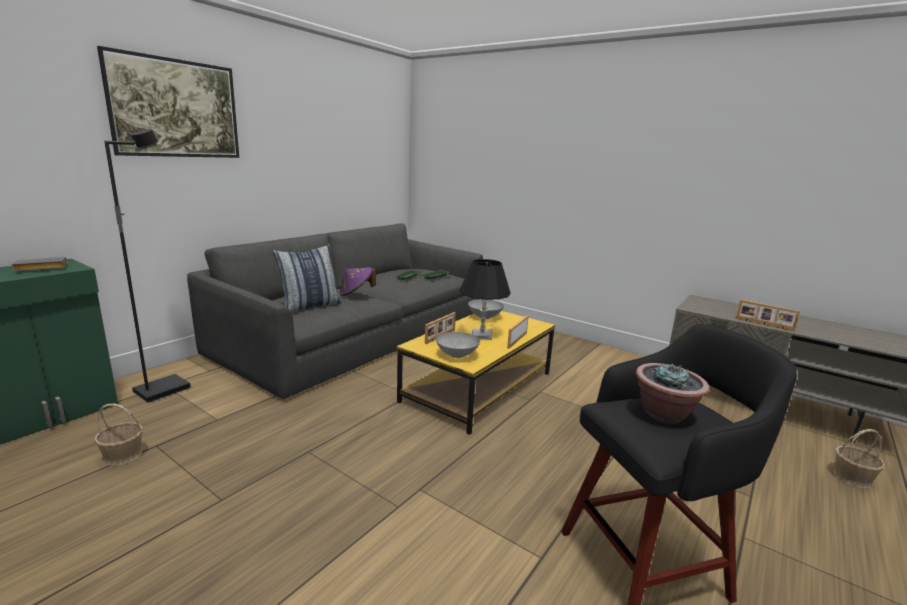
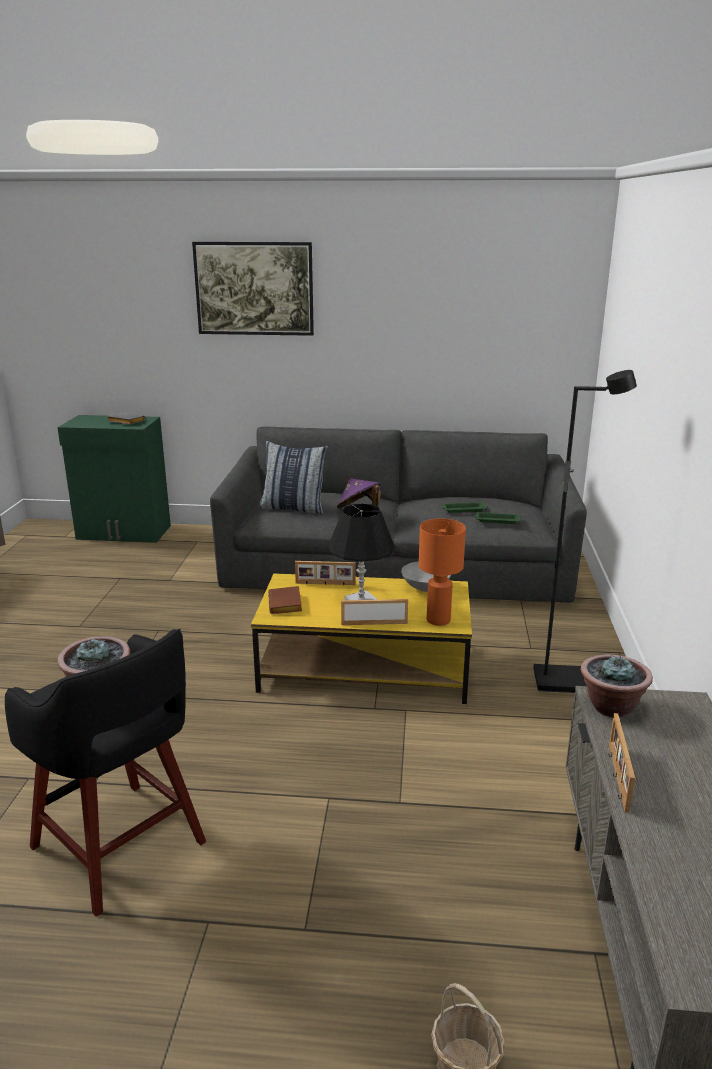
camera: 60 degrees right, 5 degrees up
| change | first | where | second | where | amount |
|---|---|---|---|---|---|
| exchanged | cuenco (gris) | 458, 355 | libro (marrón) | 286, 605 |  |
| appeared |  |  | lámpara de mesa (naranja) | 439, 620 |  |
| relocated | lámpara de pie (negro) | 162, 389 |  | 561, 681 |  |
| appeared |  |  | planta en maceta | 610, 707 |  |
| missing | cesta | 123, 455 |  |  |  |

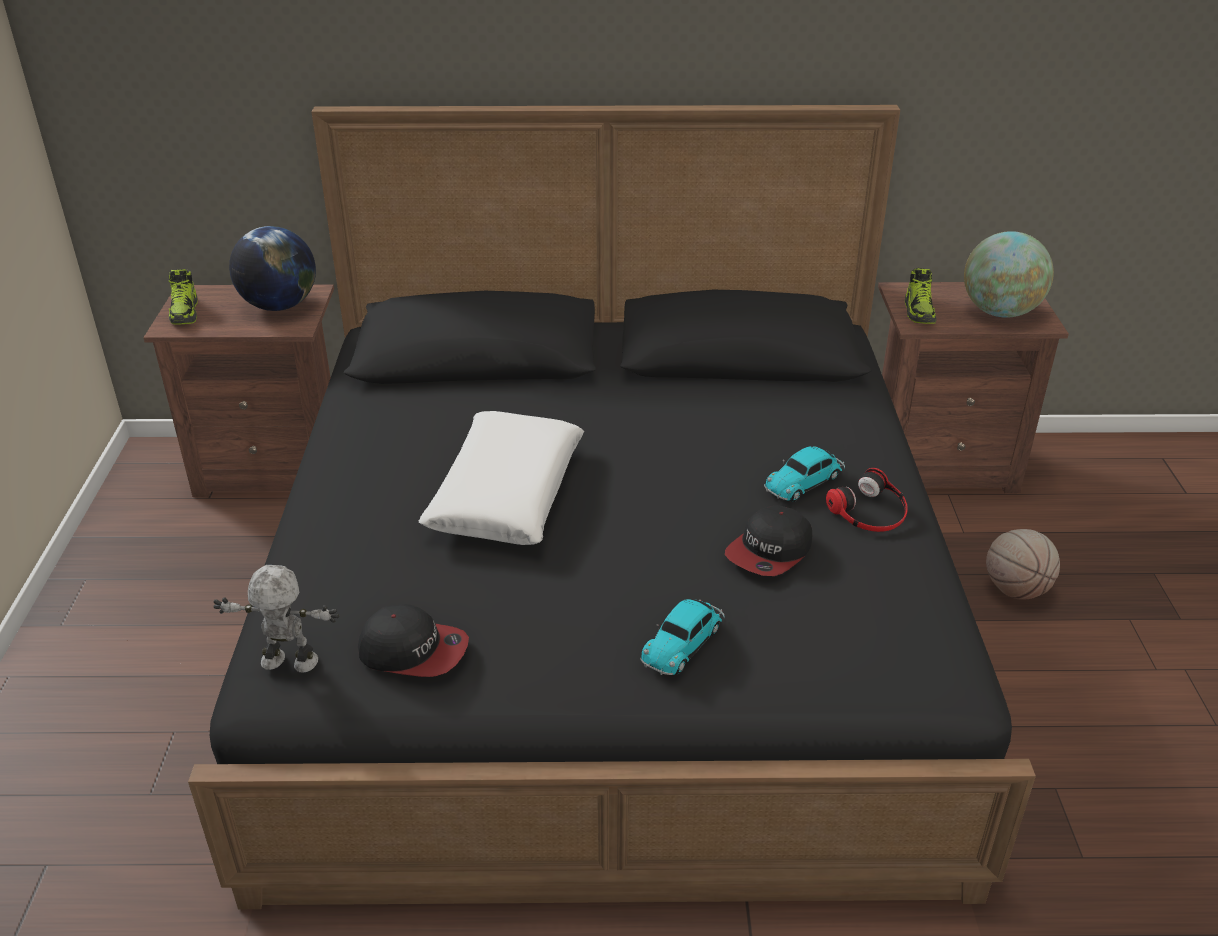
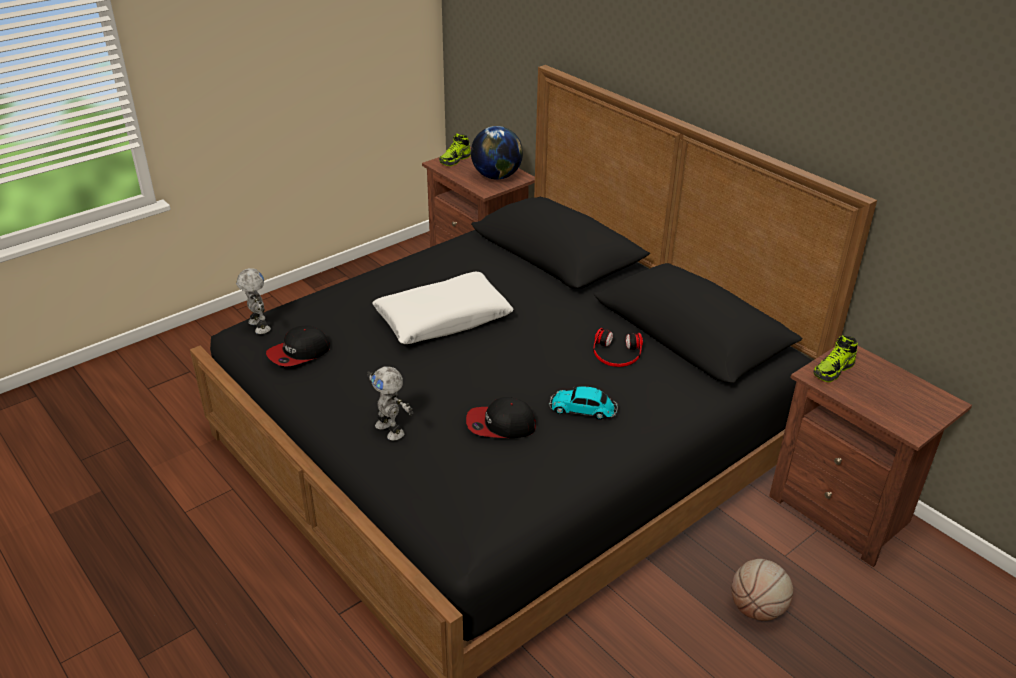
camera: 50 degrees right, 0 degrees up
| change | first | where | second | where | amount |
|---|---|---|---|---|---|
| spun | gorra | 414, 651 |  | 299, 353 | 75 degrees clockwise |
| exchanged | coche de juguete | 683, 642 | robot de juguete | 391, 429 |  |
| relocated | auriculares | 870, 511 |  | 616, 353 |  |
| missing | globo terráqueo | 999, 312 |  |  |  |

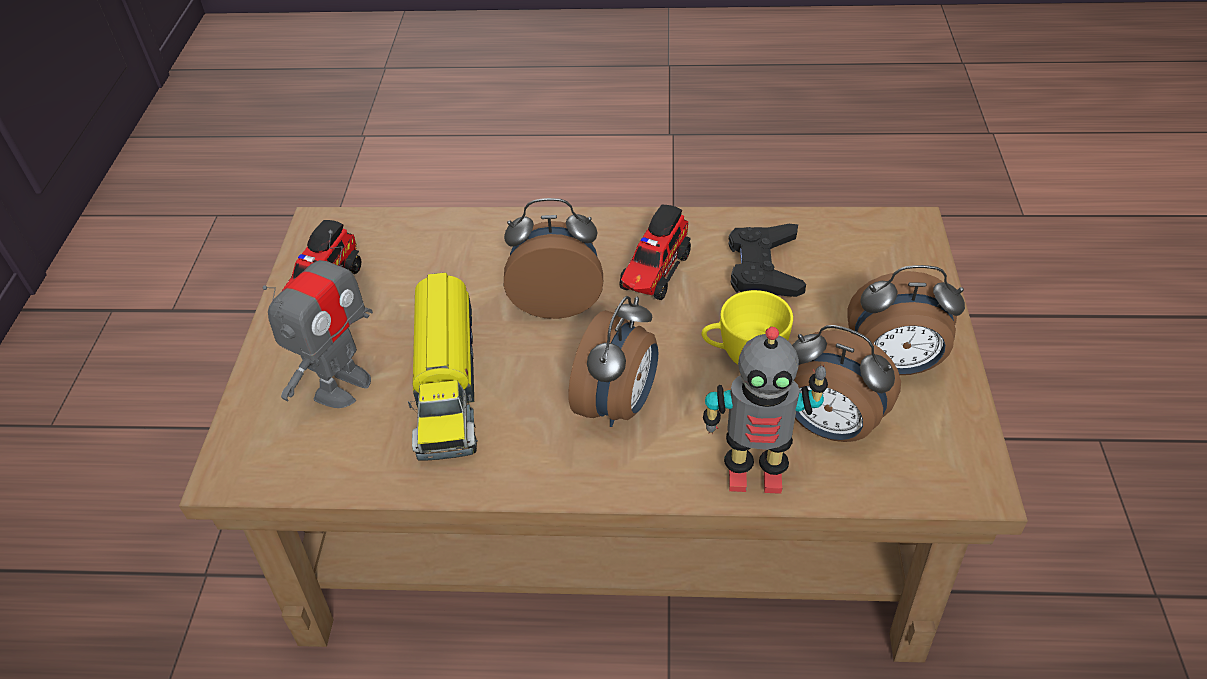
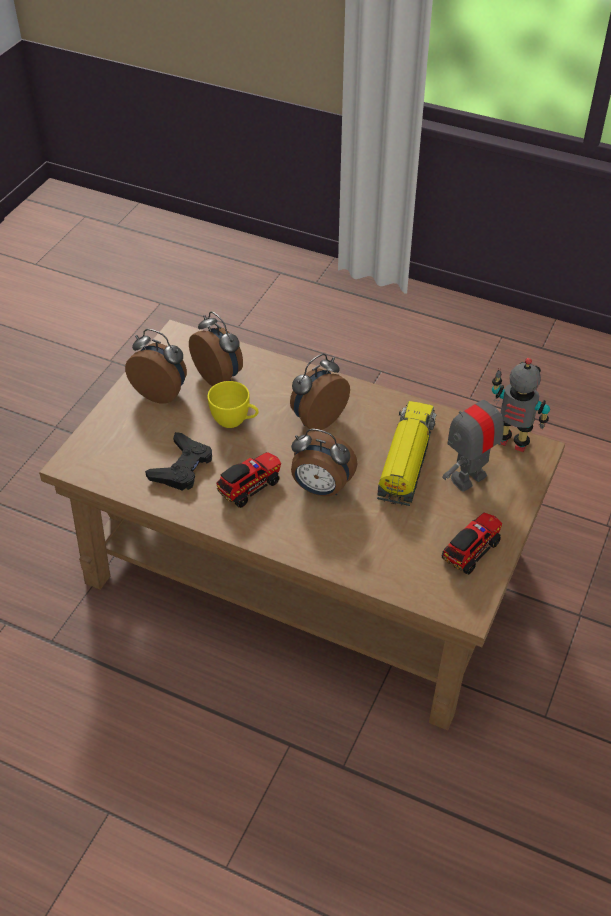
camera: 160 degrees left, 0 degrees up
| change | first | where | second | where | amount |
|---|---|---|---|---|---|
| relocated | robot de juguete | 754, 474 |  | 511, 443 |  |

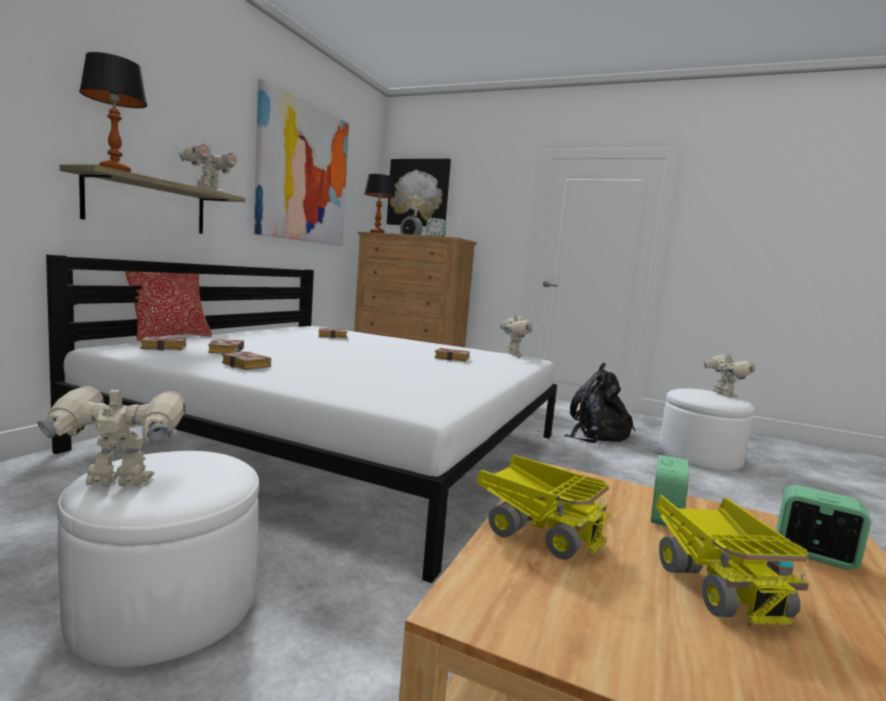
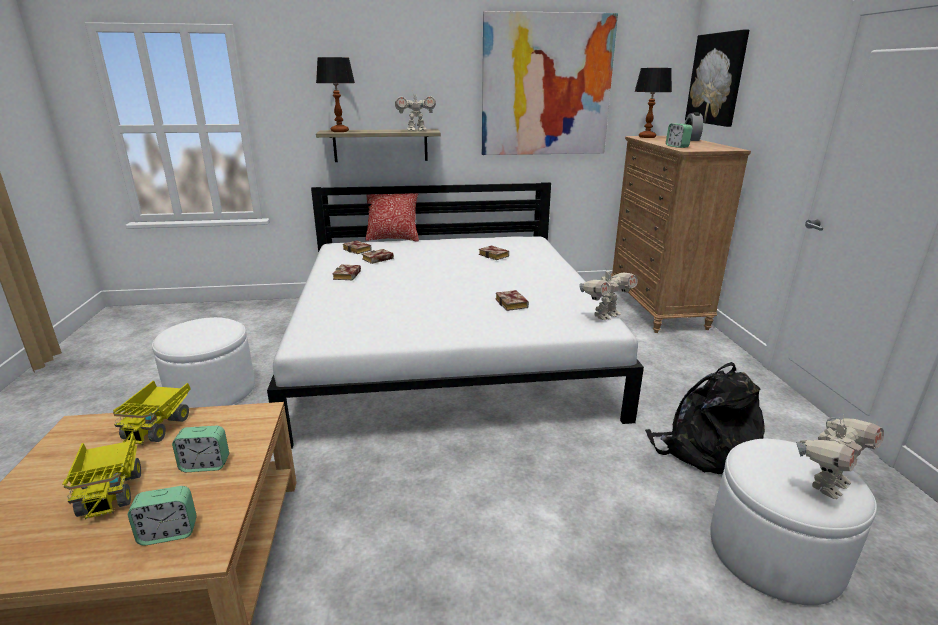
camera: 60 degrees right, 15 degrees up
| change | first | where | second | where | amount |
|---|---|---|---|---|---|
| spun | camión de juguete | 718, 585 |  | 111, 490 | 75 degrees counterclockwise |
| spun | despertador | 814, 555 |  | 168, 533 | 75 degrees clockwise |
| missing | robot de juguete | 118, 483 |  |  |  |

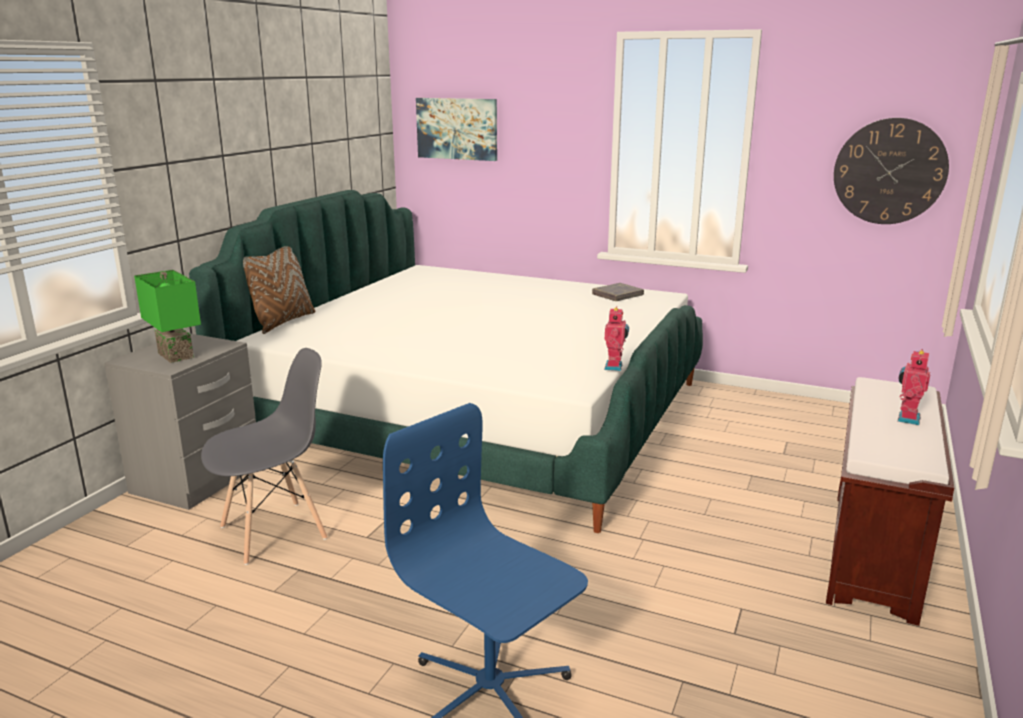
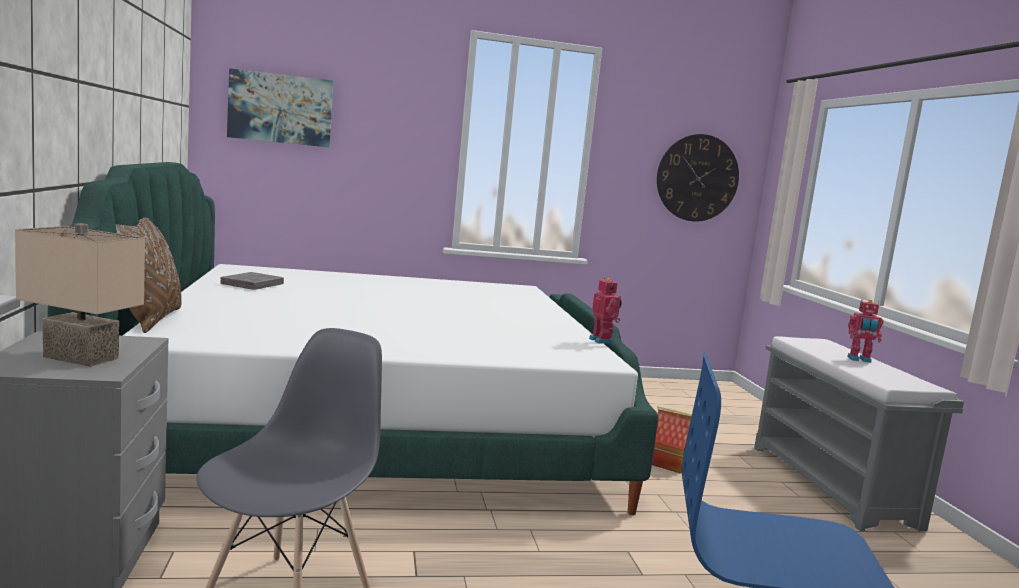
camera: 35 degrees left, 10 degrees down
| change | first | where | second | where | amount |
|---|---|---|---|---|---|
| colour | lámpara de mesa (verde) | 173, 356 | lámpara de mesa (beis) | 77, 358 |  |
| relocated | libro (gris) | 617, 295 |  | 252, 285 |  |
| appeared |  |  | casita | 669, 464 |  |
| colour | banco (marrón) | 874, 554 | banco (gris) | 833, 485 |  |
| spun | robot de juguete | 906, 418 |  | 859, 360 | 75 degrees counterclockwise |

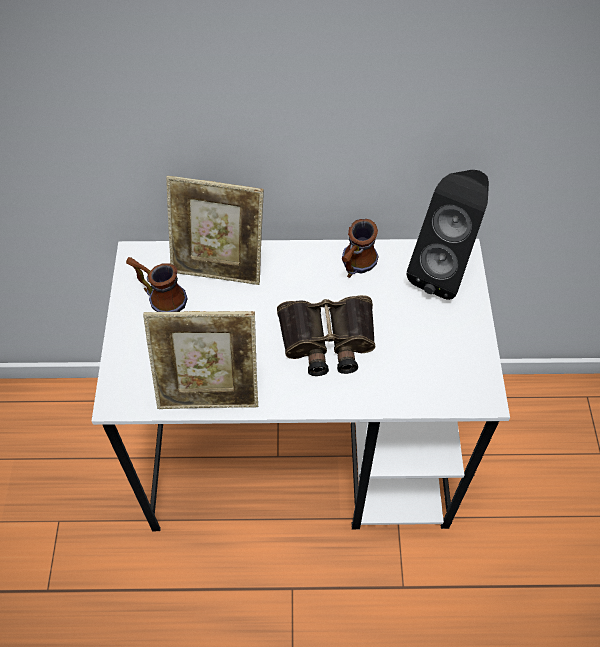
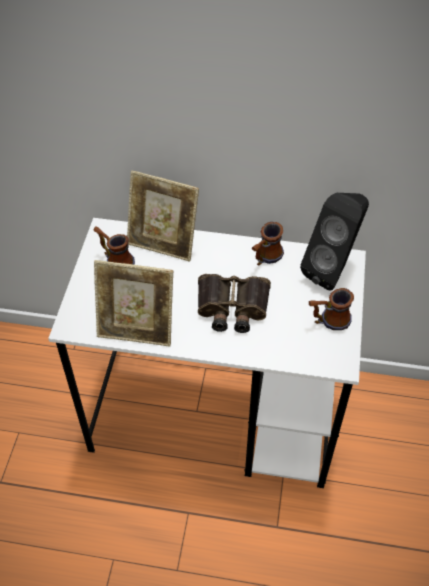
camera: 10 degrees right, 5 degrees down
| change | first | where | second | where | amount |
|---|---|---|---|---|---|
| appeared |  |  | taza grande | 328, 321 |  |

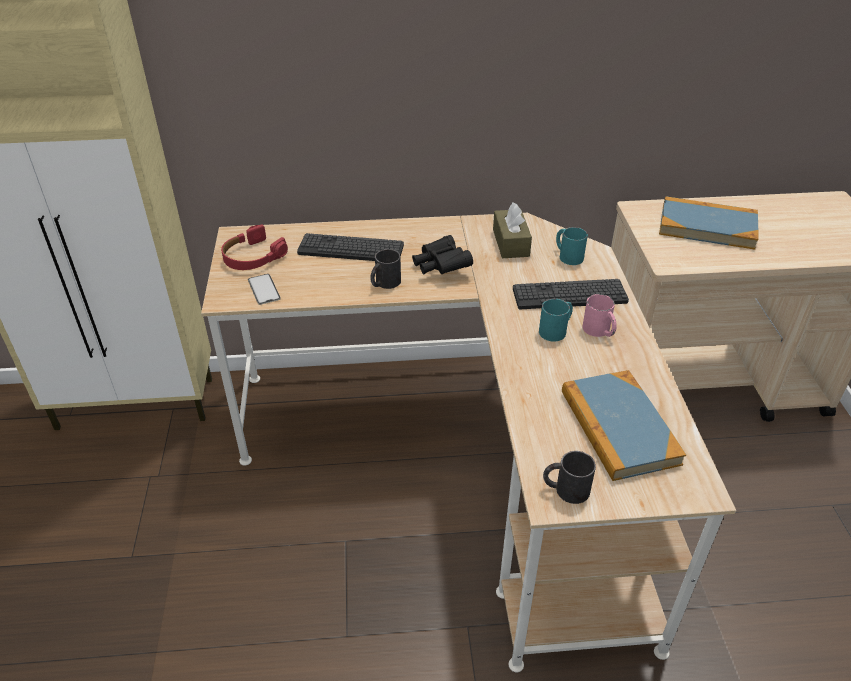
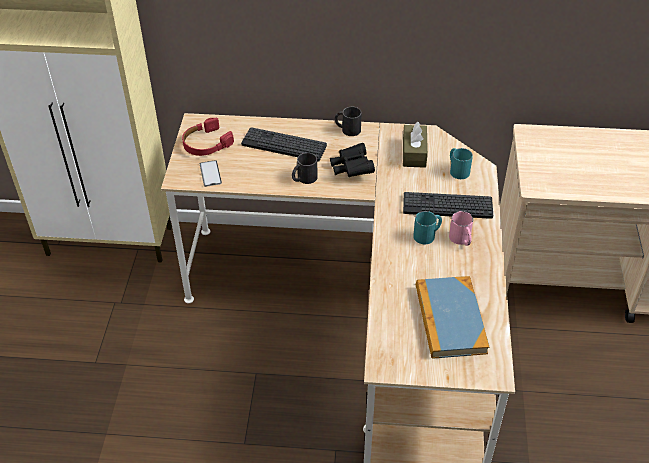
camera: 10 degrees right, 5 degrees up
| change | first | where | second | where | amount |
|---|---|---|---|---|---|
| relocated | taza grande (negro) | 565, 489 |  | 347, 129 |  |
| missing | libro | 707, 226 |  |  |  |

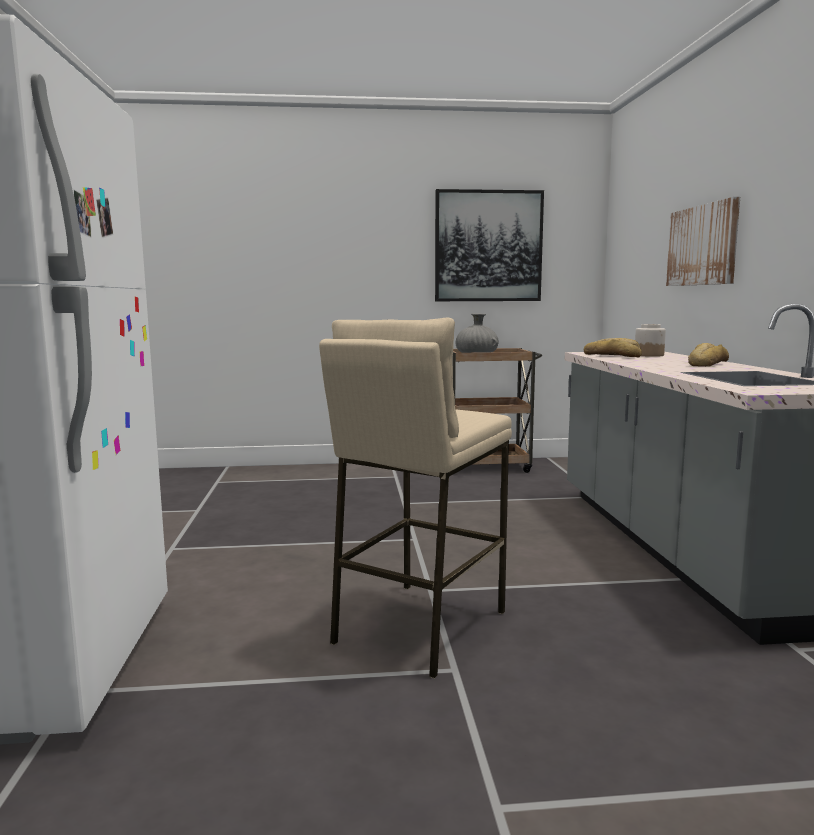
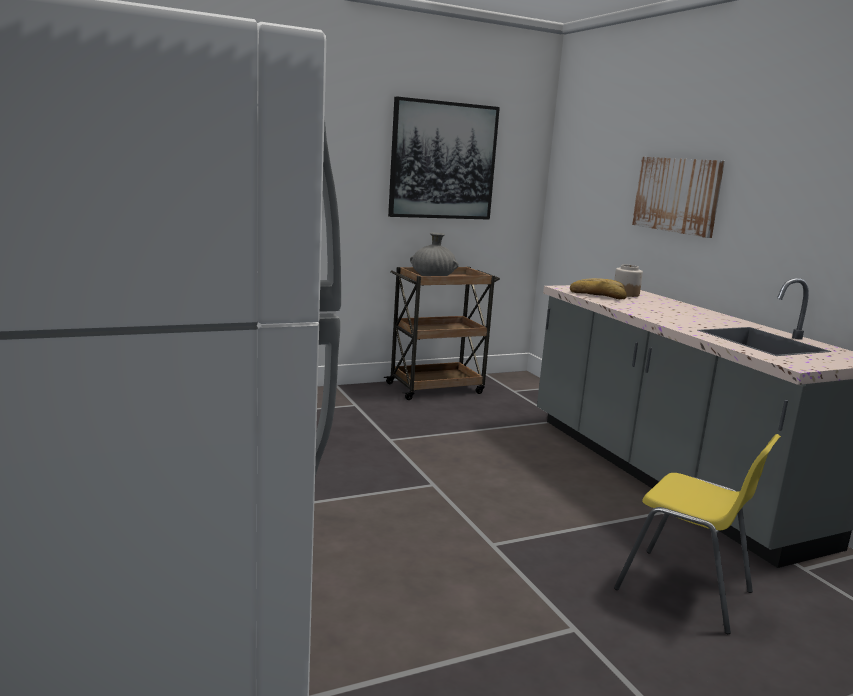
camera: 20 degrees left, 5 degrees up
| change | first | where | second | where | amount |
|---|---|---|---|---|---|
| appeared |  |  | silla (amarillo) | 685, 591 |  |
| missing | taburete (beis) | 418, 626 |  |  |  |
| missing | pan | 705, 364 |  |  |  |

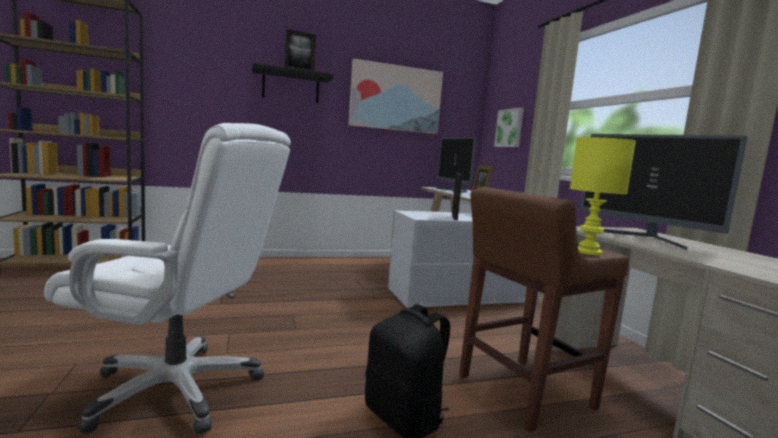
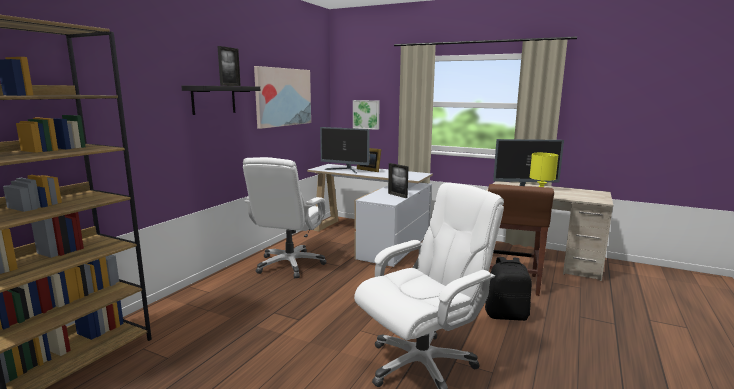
camera: 45 degrees left, 5 degrees up
| change | first | where | second | where | amount |
|---|---|---|---|---|---|
| appeared |  |  | silla de oficina (blanco) | 290, 264 |  |

